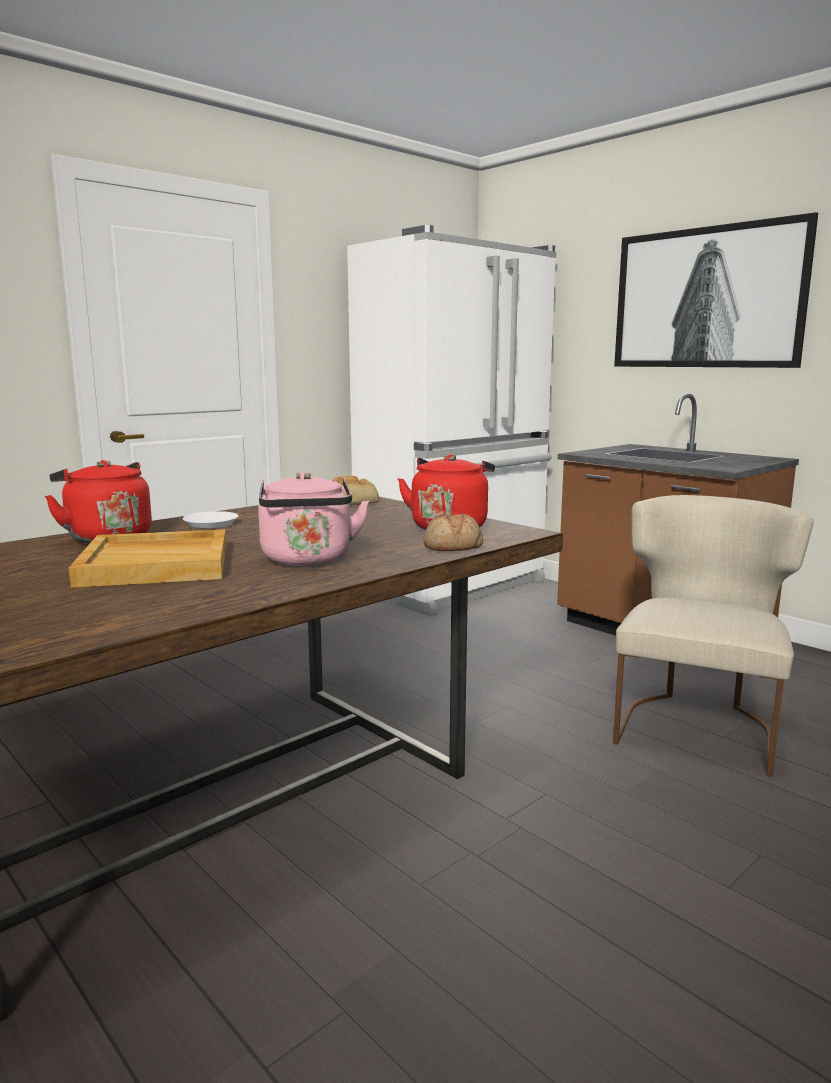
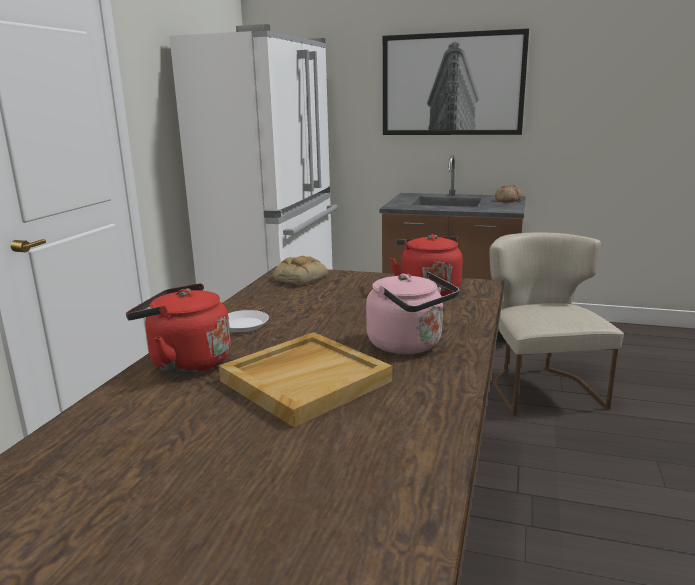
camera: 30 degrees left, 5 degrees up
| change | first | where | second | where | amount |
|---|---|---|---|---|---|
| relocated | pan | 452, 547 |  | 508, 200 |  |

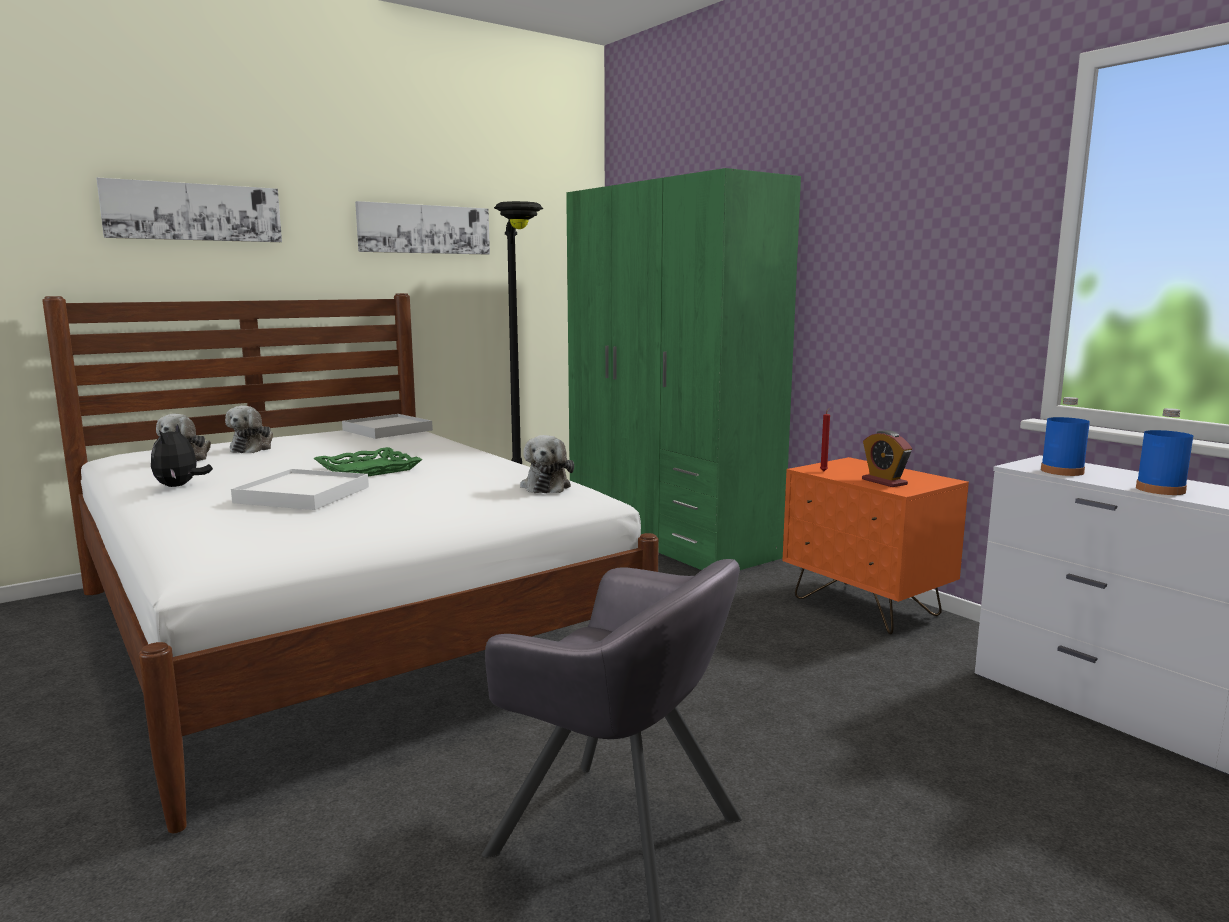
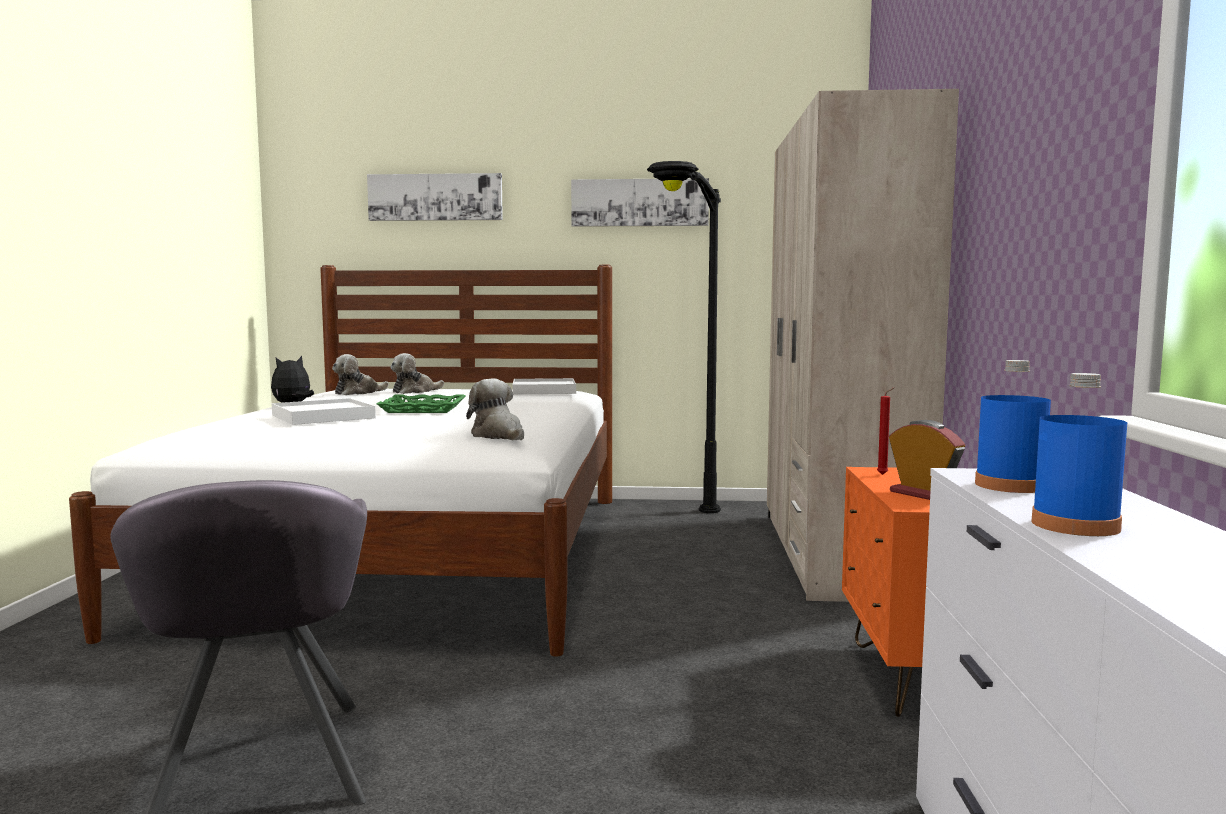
camera: 40 degrees right, 5 degrees down
| change | first | where | second | where | amount |
|---|---|---|---|---|---|
| spun | peluche | 546, 486 |  | 498, 436 | 105 degrees clockwise |
| colour | armario ropero (verde) | 668, 537 | armario ropero (beis) | 835, 553 |  |
| spun | despertador | 884, 482 |  | 923, 494 | 135 degrees clockwise |

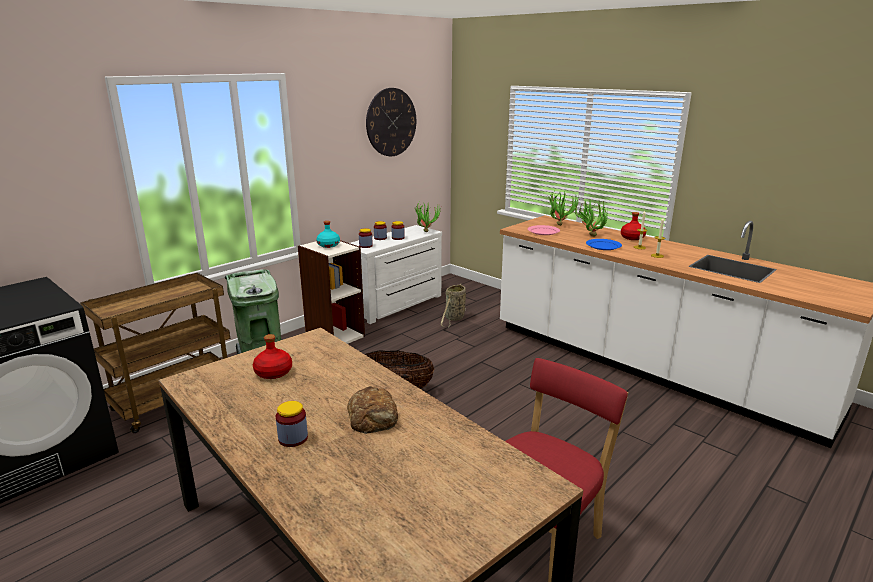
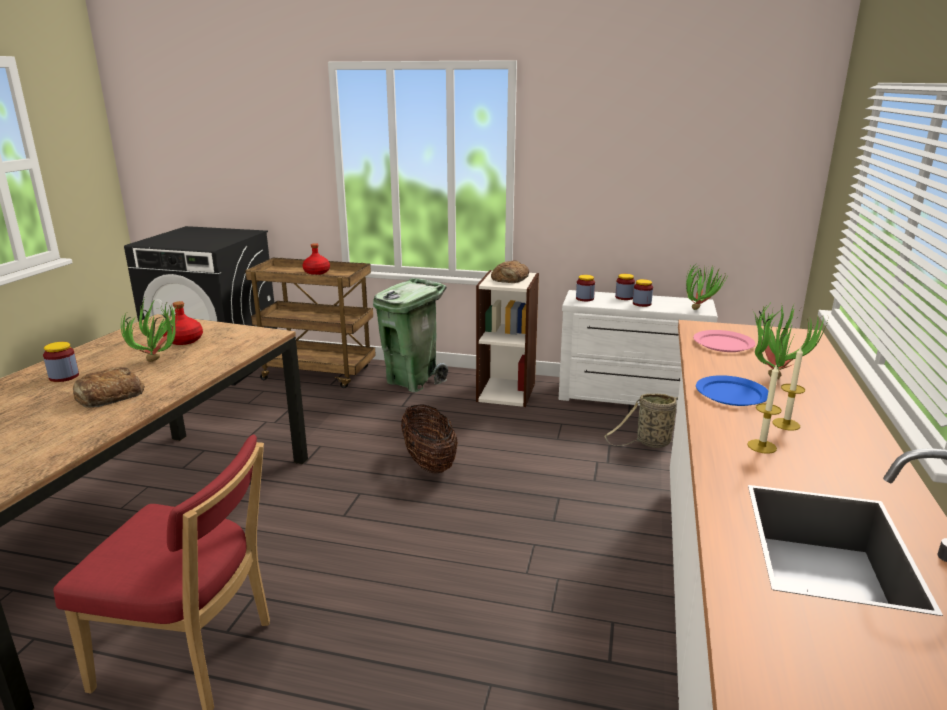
camera: 60 degrees right, 0 degrees up
| change | first | where | second | where | amount |
|---|---|---|---|---|---|
| relocated | planta en maceta | 560, 224 |  | 161, 361 |  |
| relocated | botella (rojo) | 632, 238 |  | 317, 272 |  |
| exchanged | botella (turquesa) | 328, 245 | pan | 510, 278 |  |
| missing | reloj de pared | 391, 122 |  |  |  |

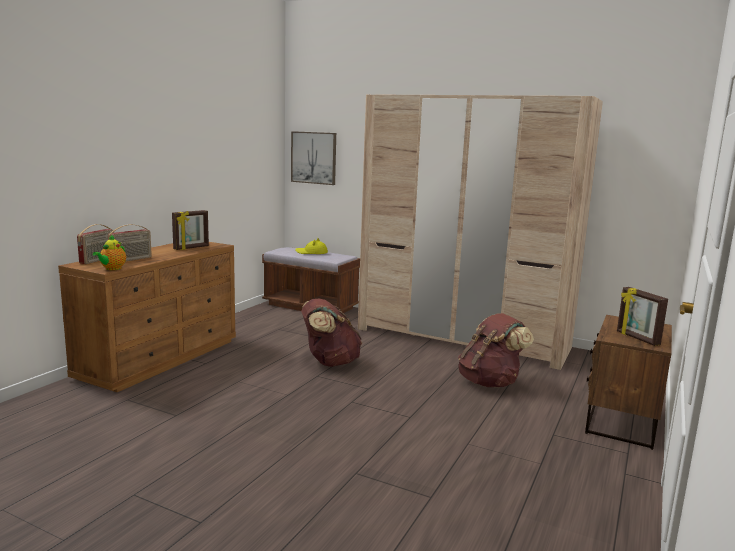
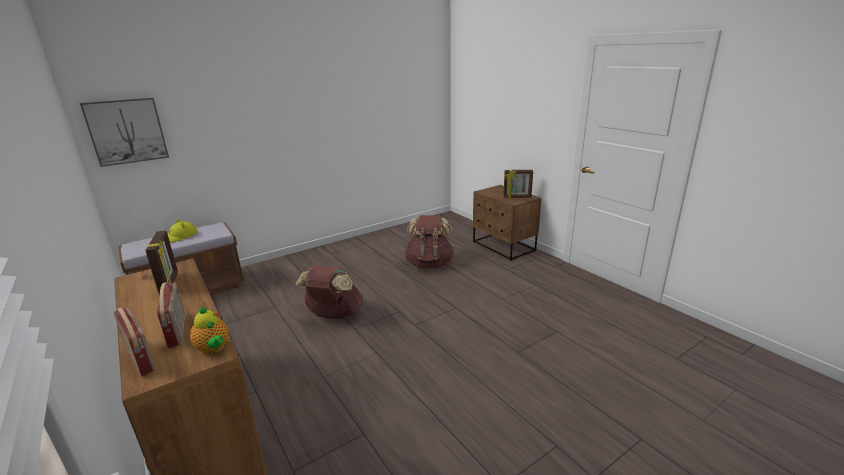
camera: 60 degrees left, 10 degrees up
| change | first | where | second | where | amount |
|---|---|---|---|---|---|
| missing | armario ropero (beis) | 462, 338 |  |  |  |

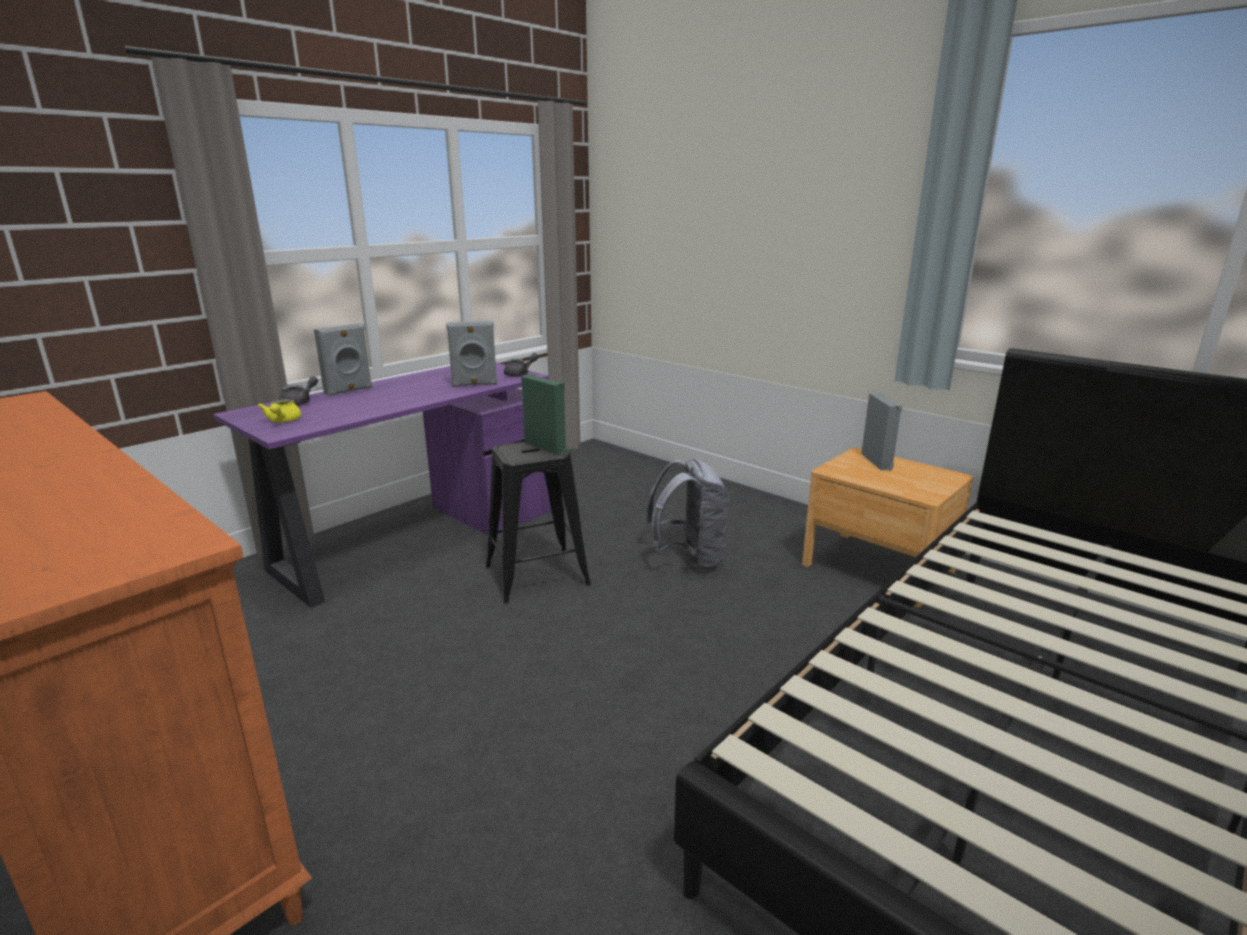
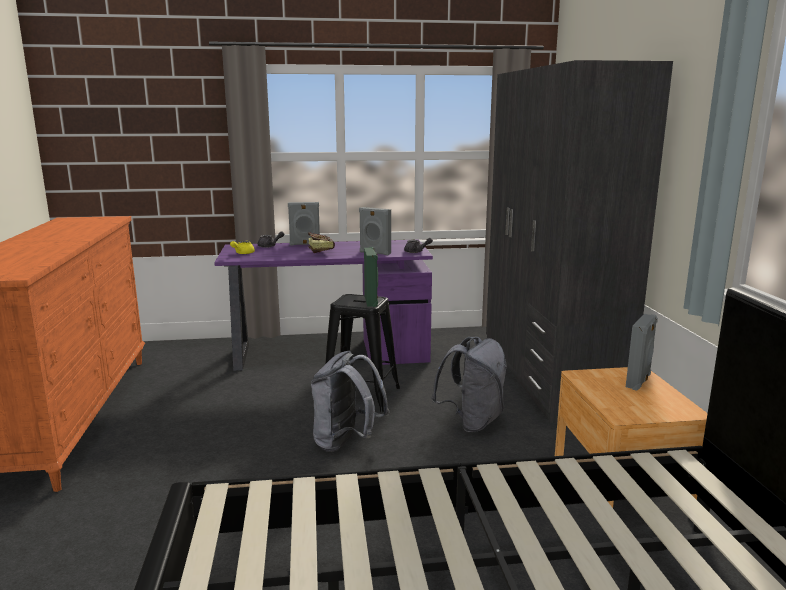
camera: 40 degrees right, 5 degrees down
| change | first | where | second | where | amount |
|---|---|---|---|---|---|
| appeared |  |  | libro | 320, 251 |  |
| appeared |  |  | mochila (gris) | 346, 443 |  |
| appeared |  |  | armario ropero (gris) | 548, 375 |  |

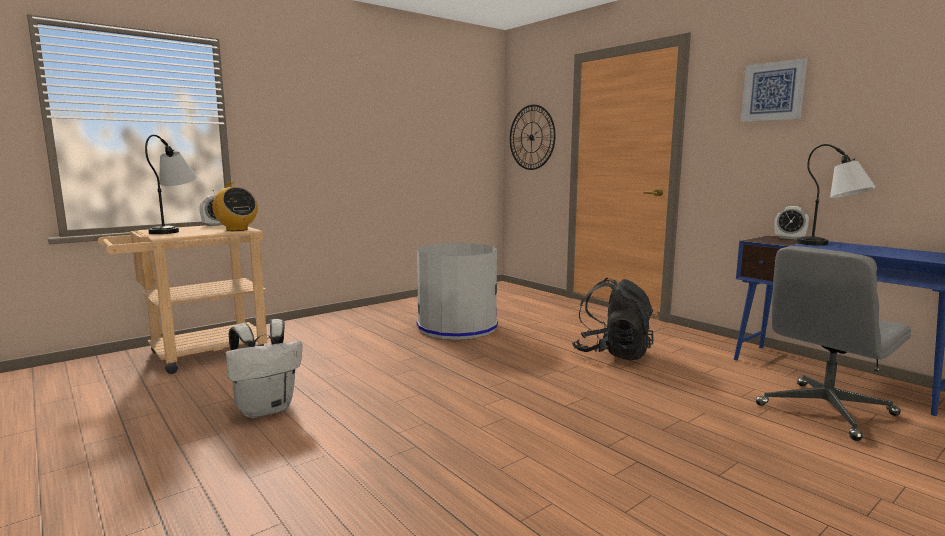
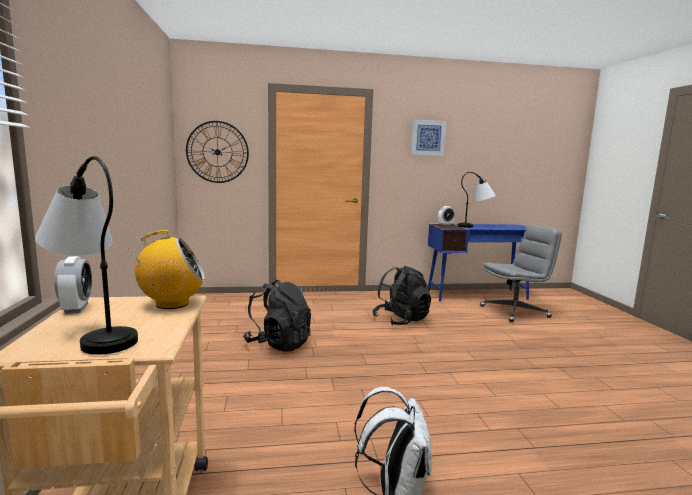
camera: 60 degrees left, 0 degrees up
| change | first | where | second | where | amount |
|---|---|---|---|---|---|
| exchanged | papelera (gris) | 457, 327 | mochila (negro) | 278, 344 |  |
| spun | silla de oficina (gris) | 825, 411 |  | 515, 311 | 105 degrees counterclockwise |

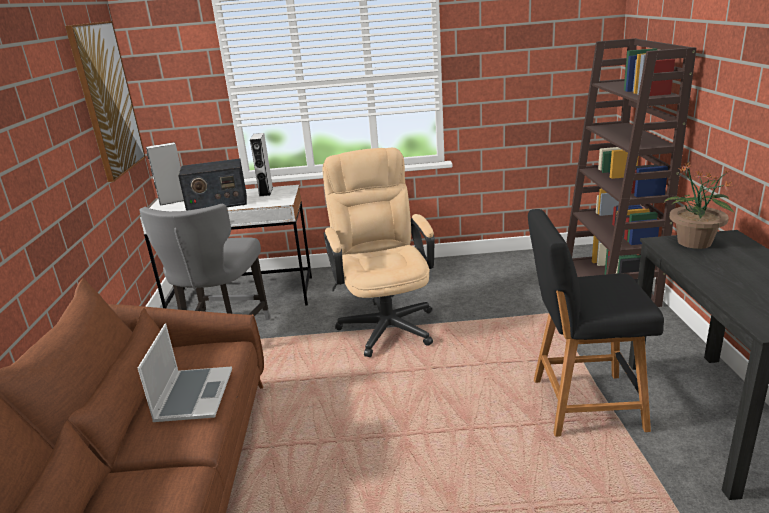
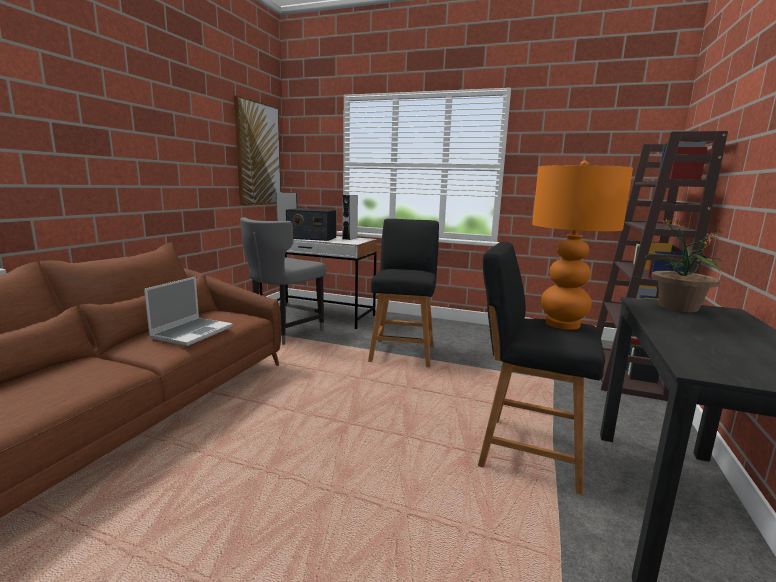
camera: 20 degrees right, 10 degrees down
| change | first | where | second | where | amount |
|---|---|---|---|---|---|
| exchanged | silla de oficina (beis) | 385, 322 | taburete (negro) | 403, 351 |  |
| appeared |  |  | lámpara de mesa (naranja) | 562, 324 |  |

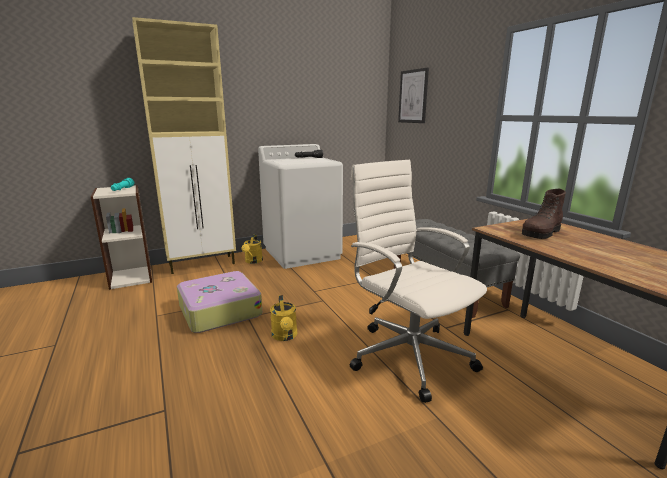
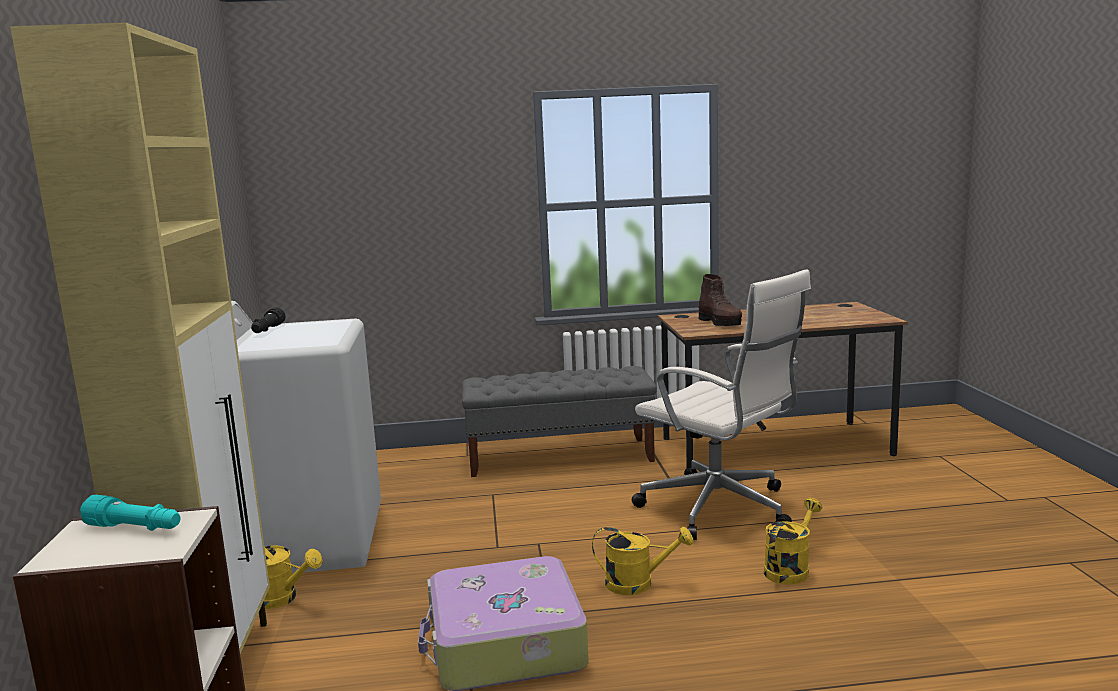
camera: 70 degrees left, 5 degrees down
| change | first | where | second | where | amount |
|---|---|---|---|---|---|
| spun | silla de oficina (blanco) | 408, 355 |  | 720, 509 | 120 degrees counterclockwise |
| appeared |  |  | regadera (amarillo) | 790, 569 |  |
| missing | cuadro | 413, 96 |  |  |  |

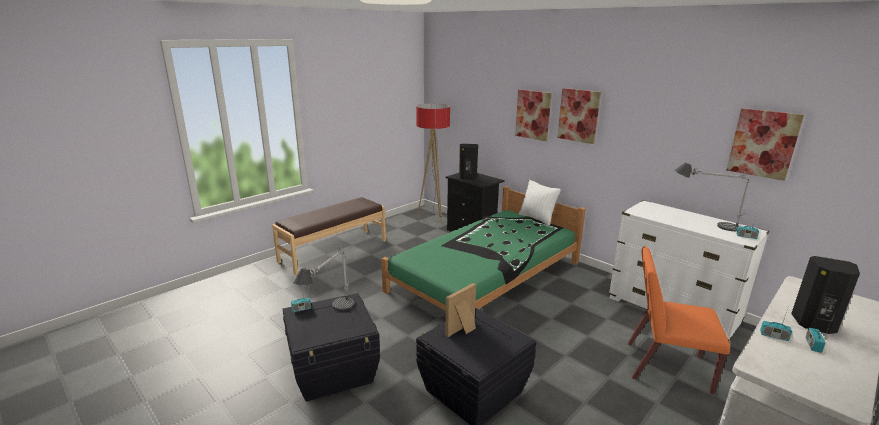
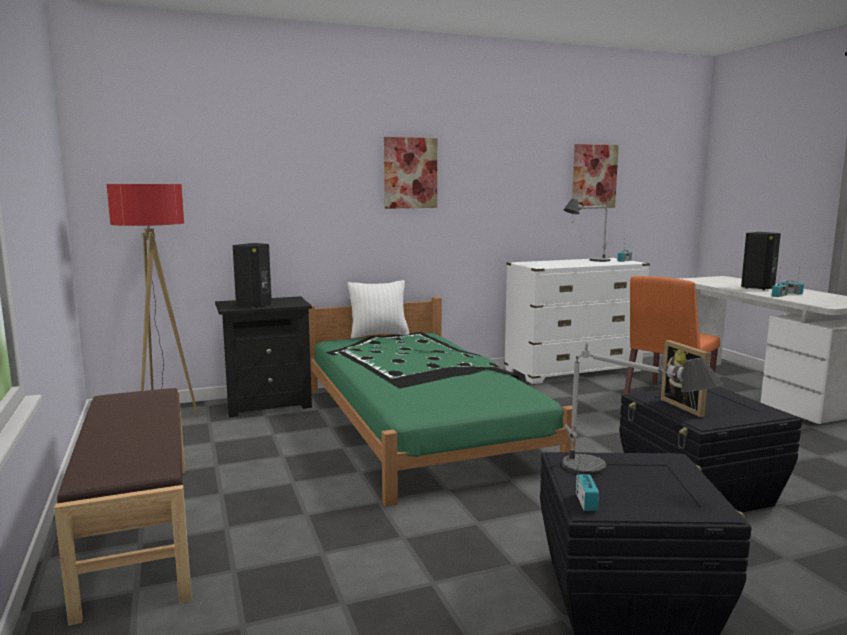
camera: 65 degrees left, 10 degrees down
| change | first | where | second | where | amount |
|---|---|---|---|---|---|
| missing | cuadro | 533, 115 |  |  |  |

